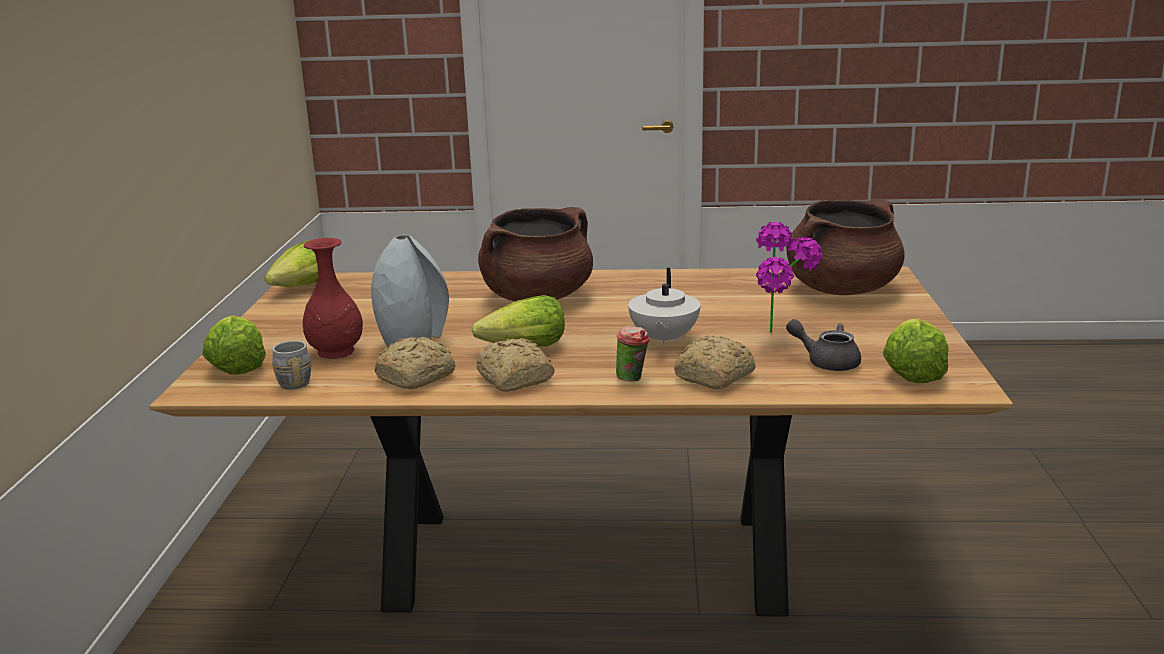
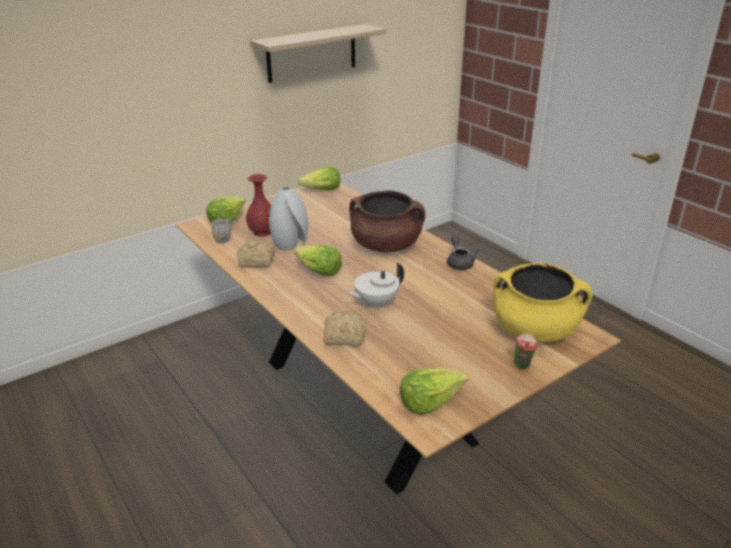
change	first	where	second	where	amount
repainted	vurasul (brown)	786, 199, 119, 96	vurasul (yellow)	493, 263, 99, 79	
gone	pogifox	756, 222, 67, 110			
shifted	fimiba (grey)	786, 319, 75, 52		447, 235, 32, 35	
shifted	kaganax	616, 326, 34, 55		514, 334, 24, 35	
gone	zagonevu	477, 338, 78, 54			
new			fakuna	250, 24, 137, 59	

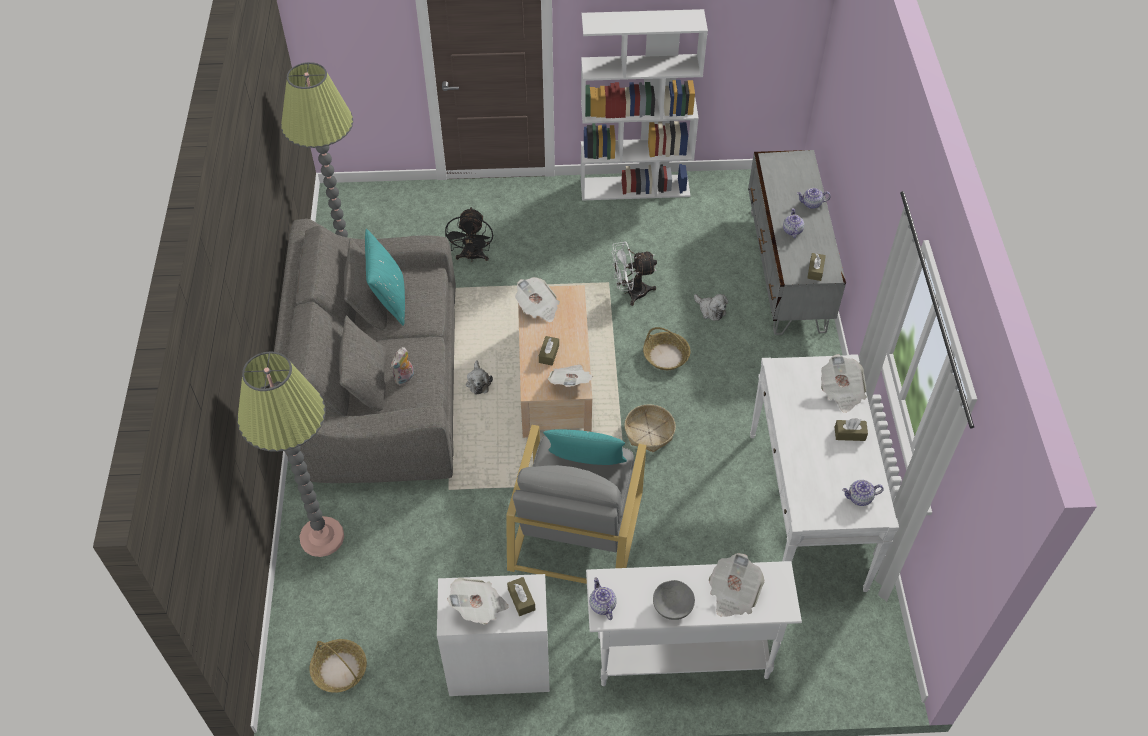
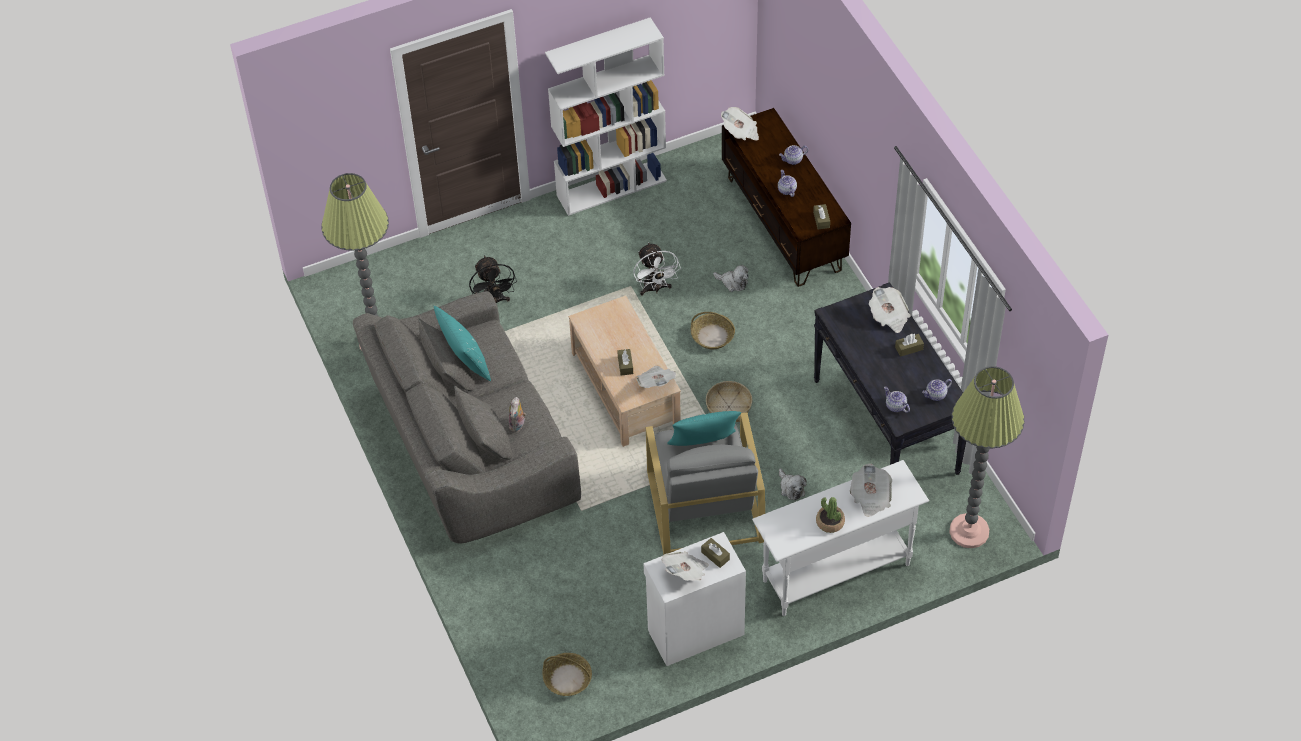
change	first	where	second	where	amount
repainted	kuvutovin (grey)	748, 150, 98, 185	kuvutovin (brown)	722, 108, 129, 179	
rotated	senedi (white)	612, 242, 45, 64		633, 242, 48, 53	75 degrees counterclockwise
shifted	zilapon	515, 277, 45, 45		721, 107, 38, 33	
shifted	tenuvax	237, 351, 107, 206		949, 366, 75, 182	
repainted	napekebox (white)	750, 354, 149, 238	napekebox (black)	814, 282, 152, 193	
shifted	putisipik	466, 360, 27, 35		779, 468, 28, 32	
shifted	fimiba	589, 577, 28, 43		884, 387, 26, 26	
swapped	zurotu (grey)	653, 580, 42, 40	pogifox	816, 497, 29, 36	

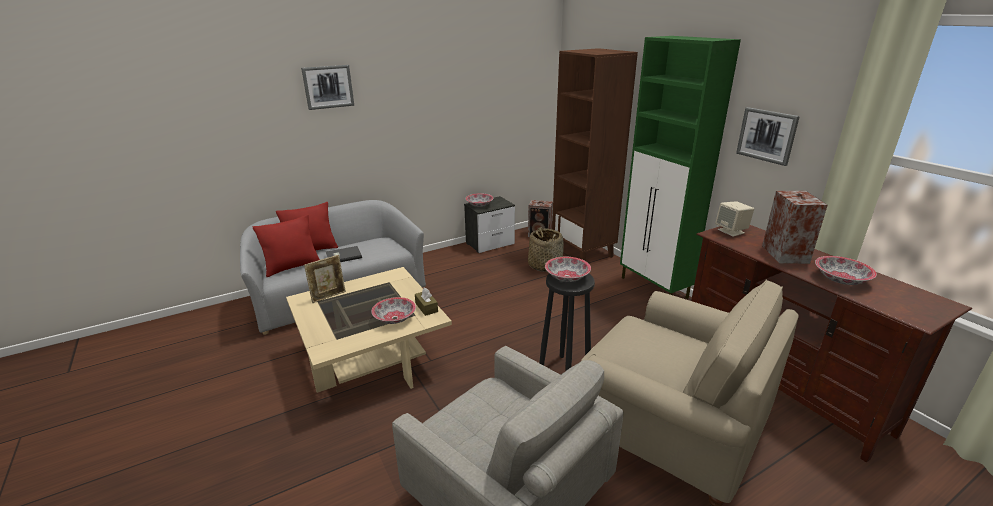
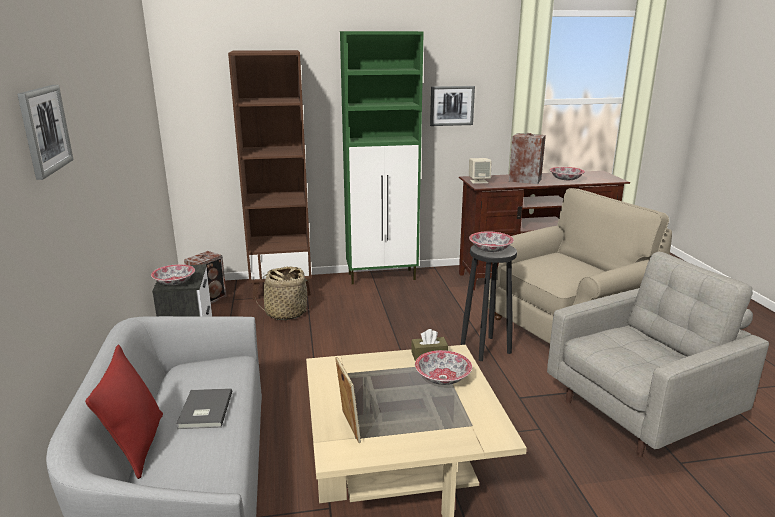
change	first	where	second	where	amount
gone	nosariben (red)	252, 214, 68, 63			

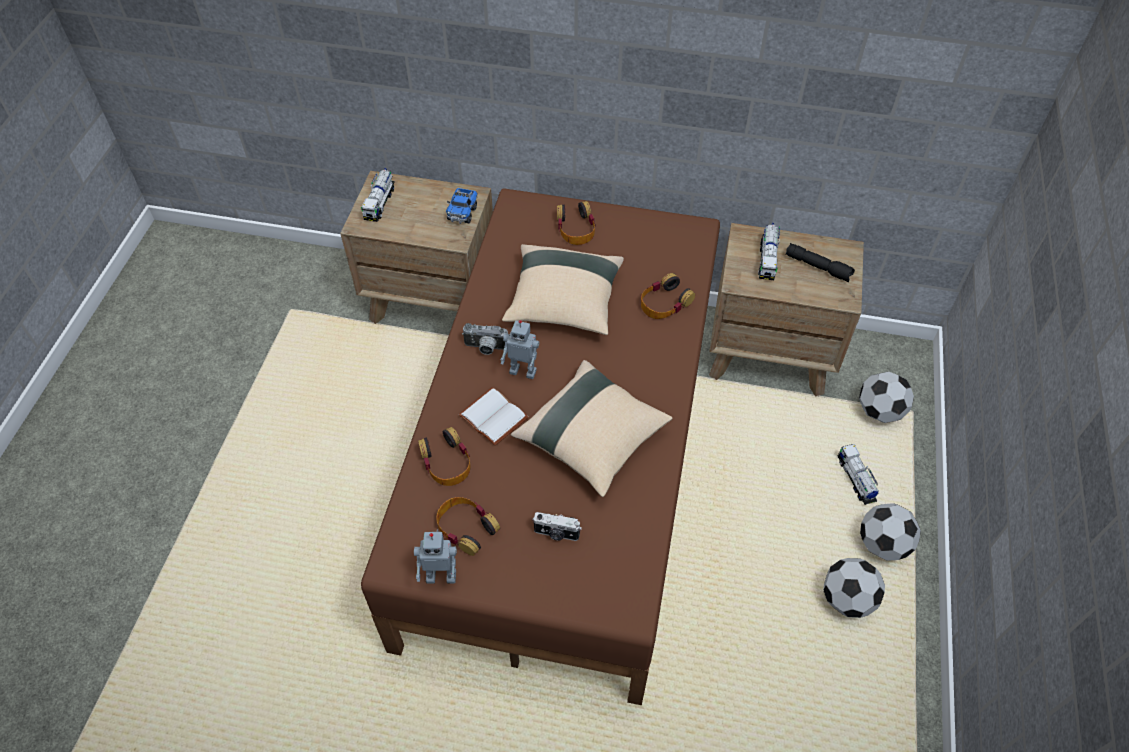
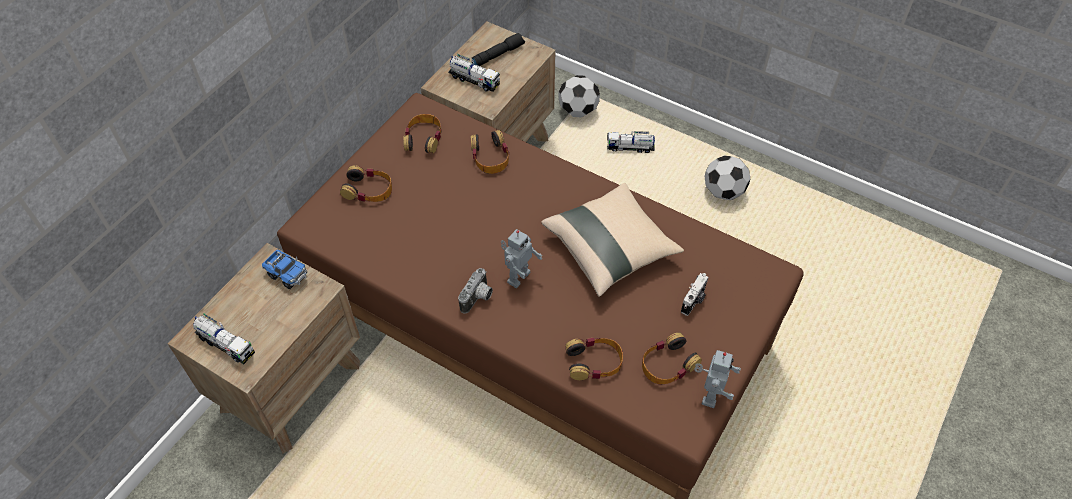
change	first	where	second	where	amount
gone	nosariben (beige)	502, 244, 122, 91			
gone	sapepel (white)	458, 387, 71, 59			
gone	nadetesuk	860, 503, 61, 58			
new			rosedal	403, 114, 39, 39	

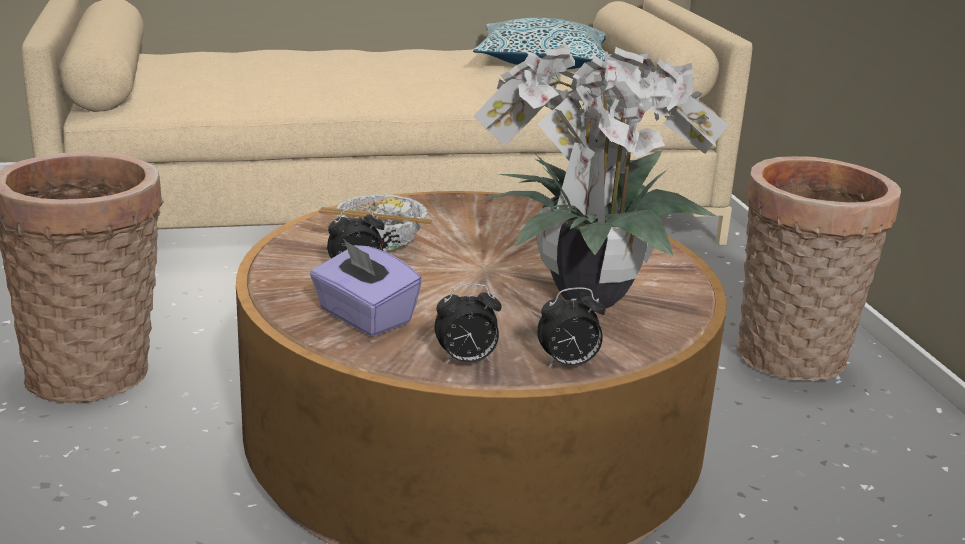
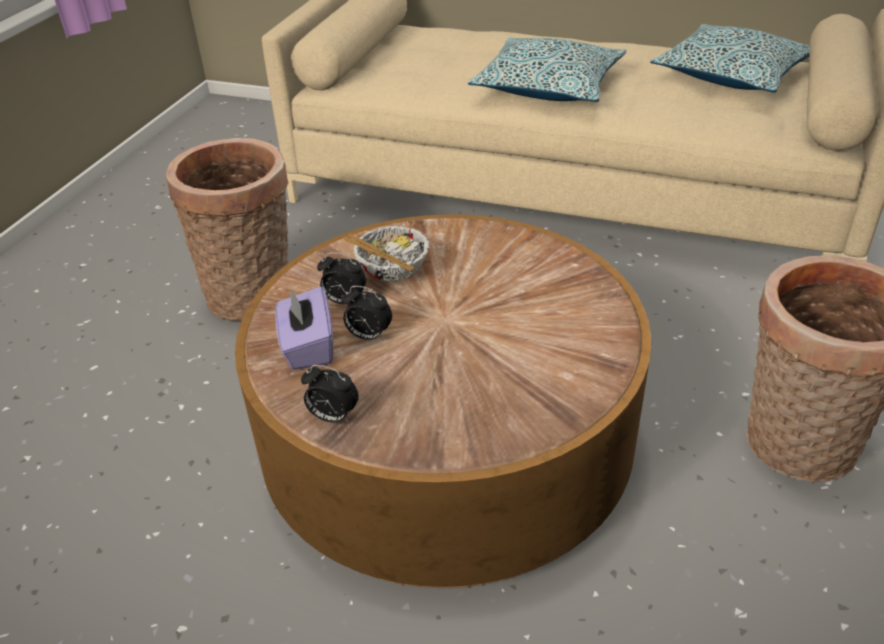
change	first	where	second	where	amount
gone	pogifox	473, 40, 256, 269			
shifted	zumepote	537, 287, 68, 81		341, 286, 51, 54	
new			nosariben	468, 37, 159, 65	

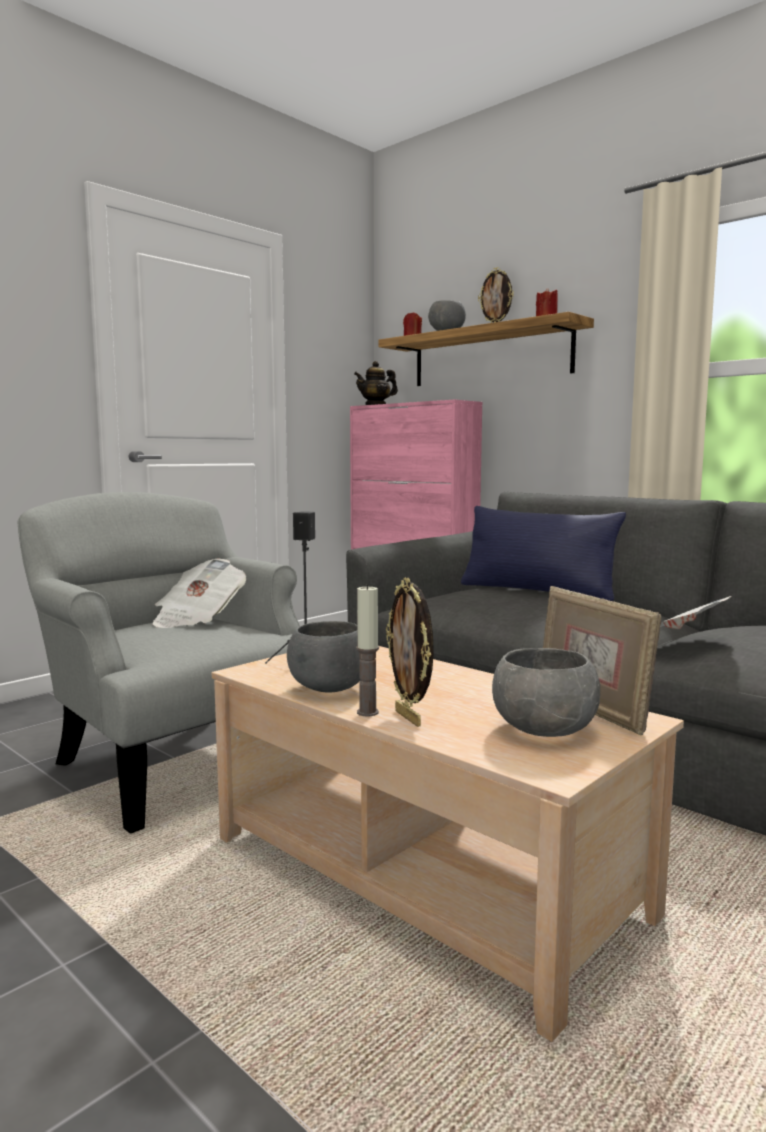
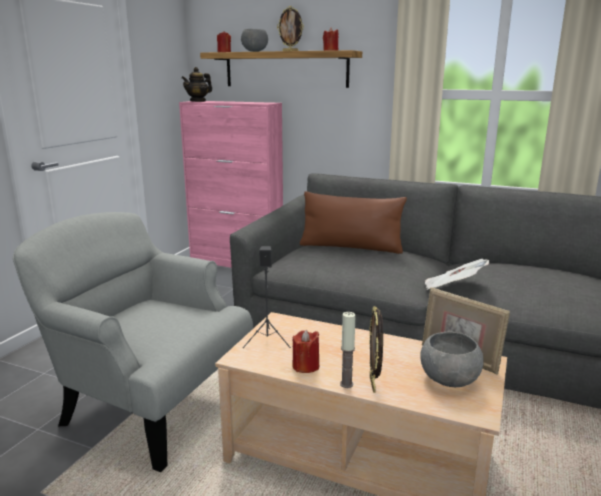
change	first	where	second	where	amount
repainted	nosariben (blue)	461, 506, 165, 95	nosariben (brown)	300, 191, 107, 63	
gone	zilapon	152, 559, 94, 69			
rotated	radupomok	386, 578, 48, 149		369, 306, 14, 87	45 degrees clockwise
swapped	zurotu (grey)	287, 621, 73, 71	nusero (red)	293, 330, 27, 43	

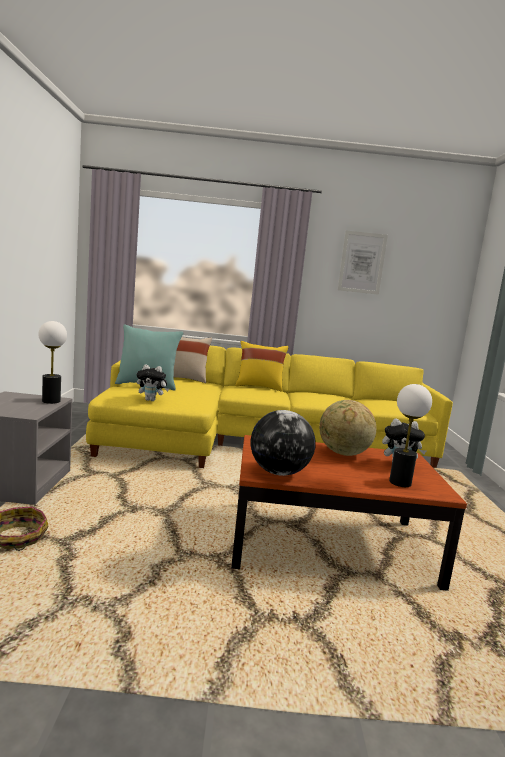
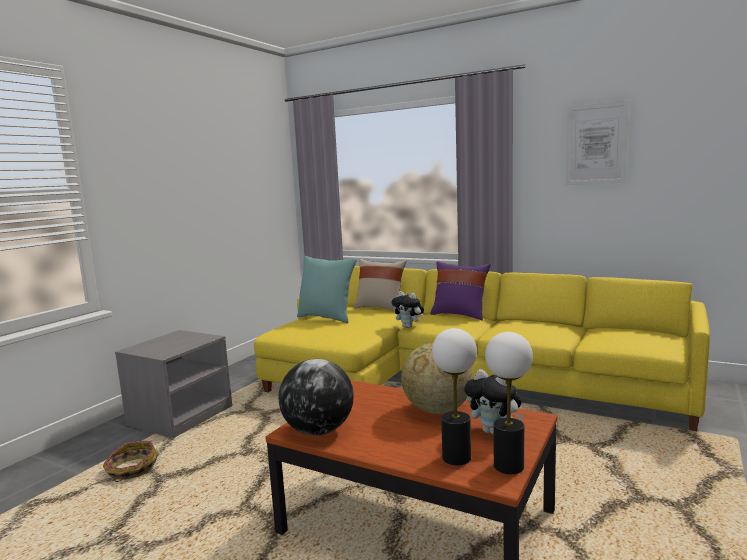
change	first	where	second	where	amount
shifted	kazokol	38, 321, 29, 83		485, 332, 48, 142	
repainted	nosariben (yellow)	235, 341, 53, 51	nosariben (purple)	430, 261, 60, 59	
shifted	putisipik	137, 364, 32, 37		391, 291, 33, 37	

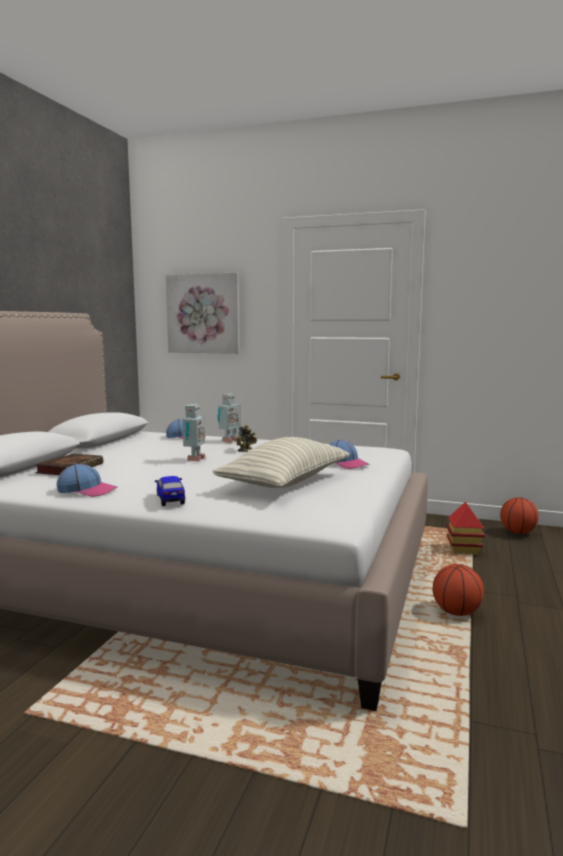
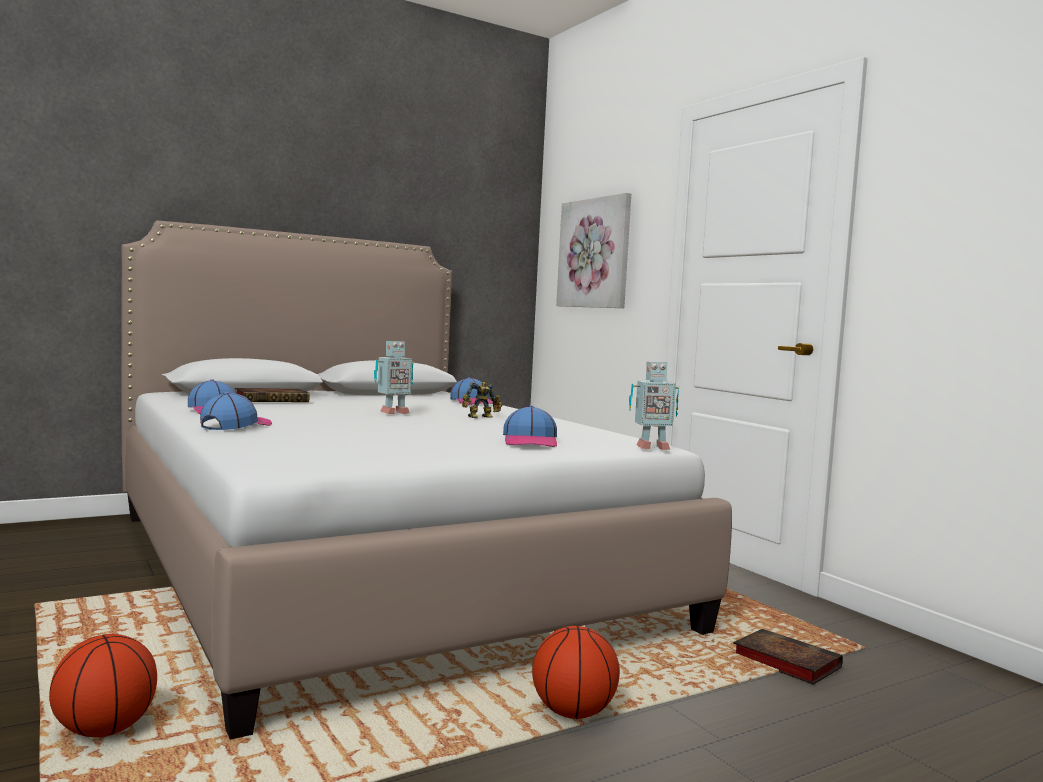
change	first	where	second	where	amount
shifted	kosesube	217, 394, 24, 49		629, 362, 50, 88	
gone	nosariben	212, 437, 138, 51			
swapped	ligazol	155, 476, 30, 30	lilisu	200, 392, 72, 38	
shifted	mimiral	500, 497, 39, 37		49, 634, 108, 103	
swapped	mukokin	446, 502, 39, 53	sapepel	733, 629, 110, 56	

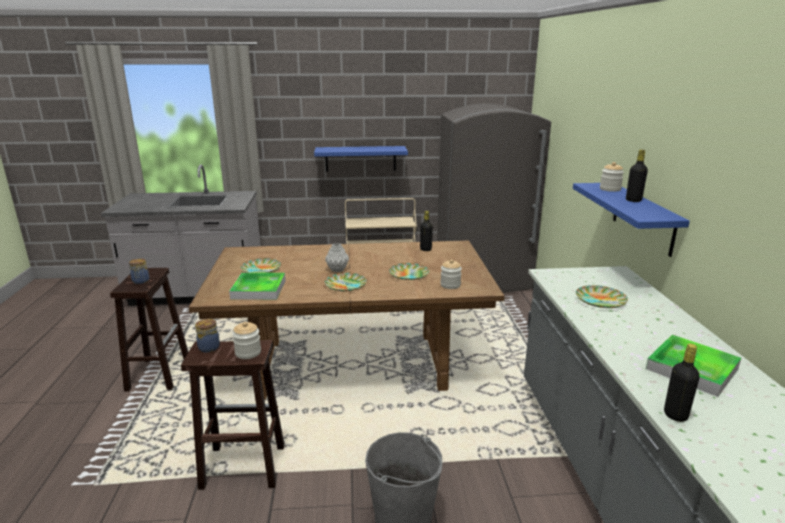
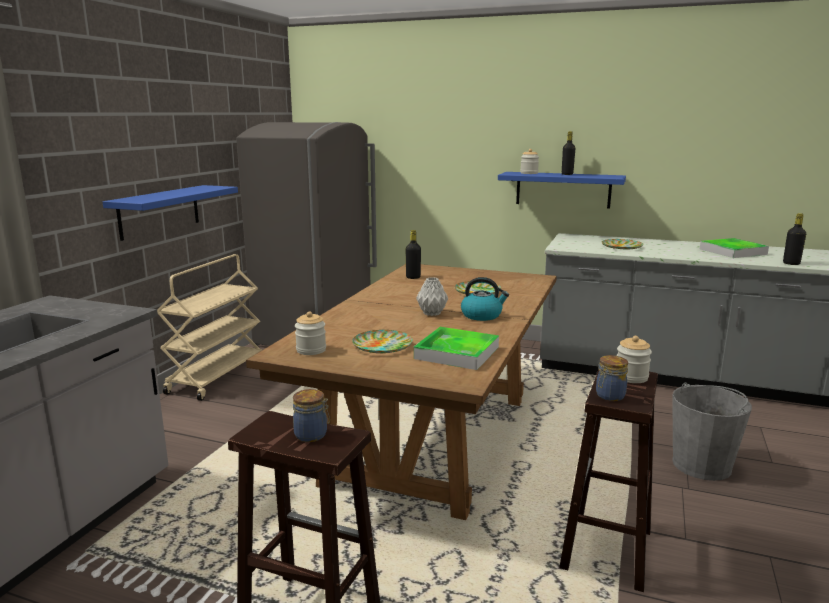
change	first	where	second	where	amount
shifted	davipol	440, 259, 22, 30		295, 311, 31, 44	
swapped	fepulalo	324, 273, 43, 18	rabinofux	461, 277, 48, 44	

